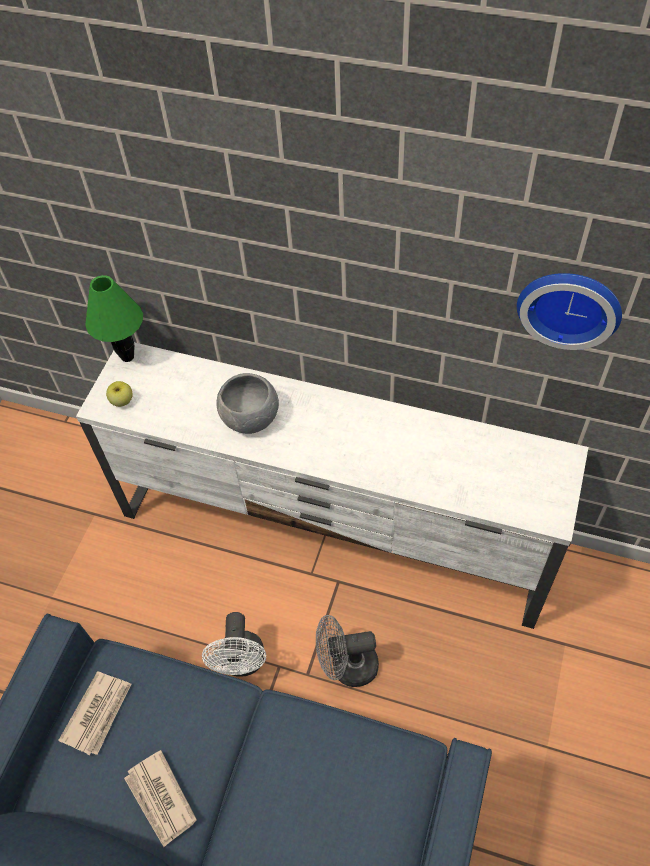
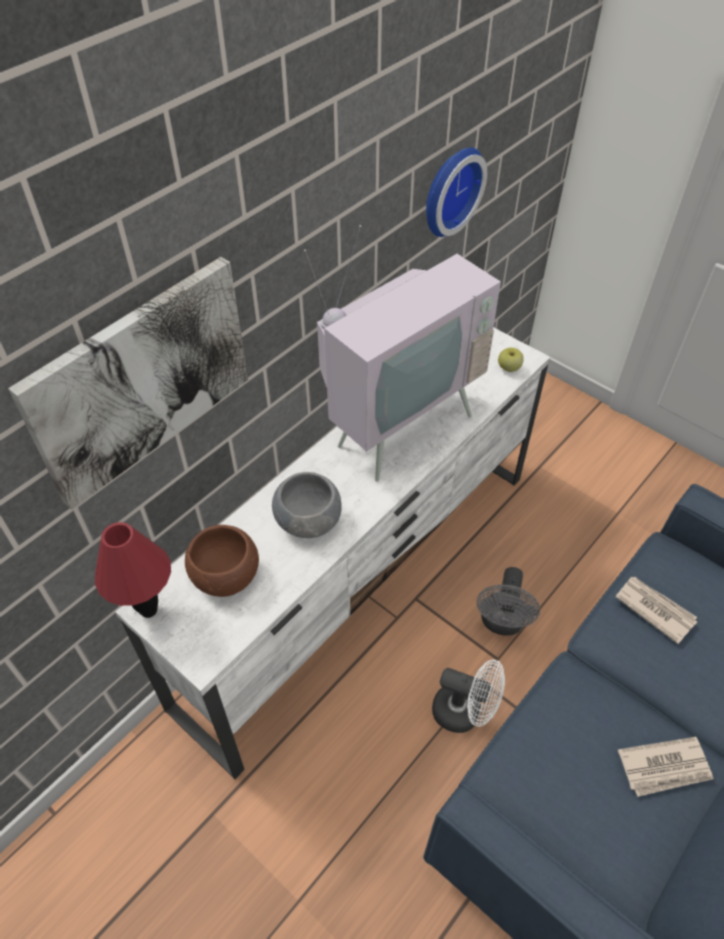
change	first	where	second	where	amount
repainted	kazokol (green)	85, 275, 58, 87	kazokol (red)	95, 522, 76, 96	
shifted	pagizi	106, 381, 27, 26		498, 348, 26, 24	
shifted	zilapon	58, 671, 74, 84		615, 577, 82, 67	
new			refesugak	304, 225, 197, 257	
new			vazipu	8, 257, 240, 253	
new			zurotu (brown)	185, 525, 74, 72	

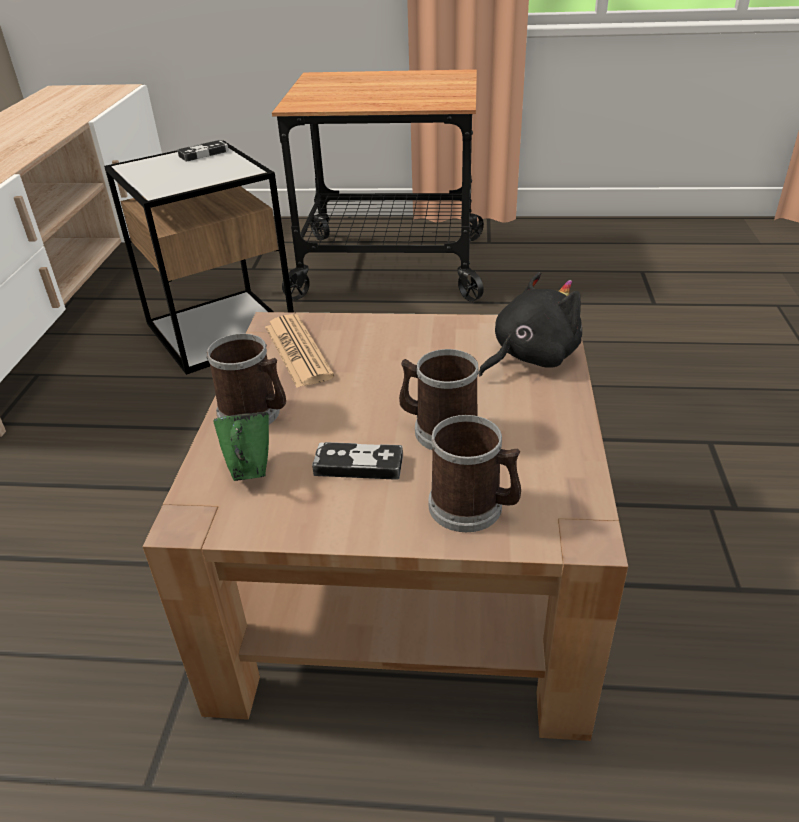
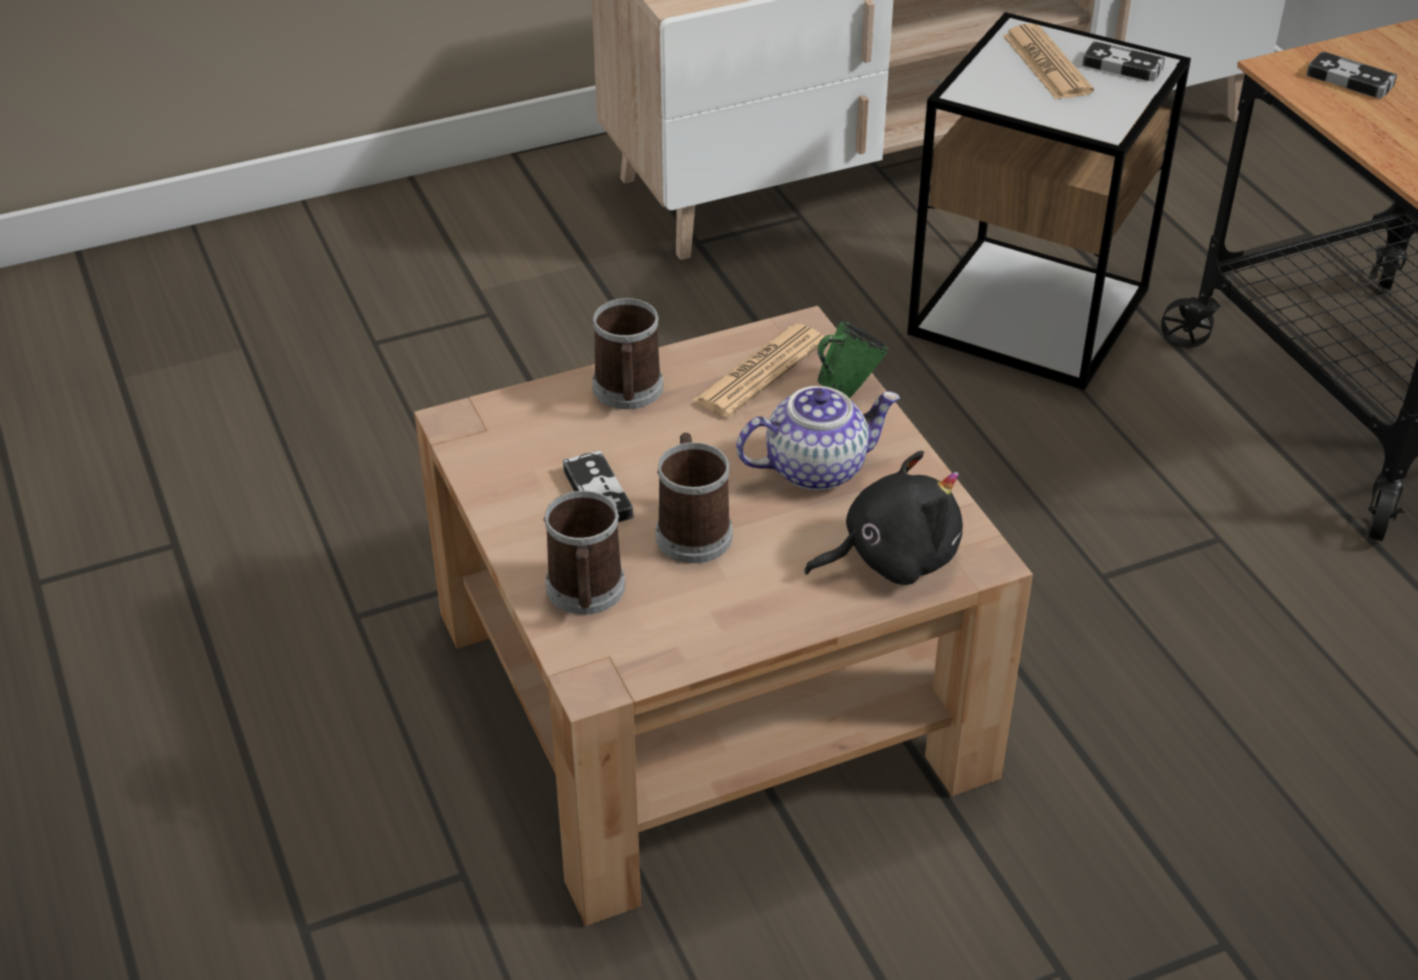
change	first	where	second	where	amount
rotated	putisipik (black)	479, 272, 103, 104		804, 451, 159, 134	45 degrees counterclockwise
shifted	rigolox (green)	214, 412, 55, 69		817, 321, 72, 77	
new			zilapon	1002, 24, 92, 75	
new			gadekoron	1306, 51, 91, 48	
new			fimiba	736, 386, 164, 105	

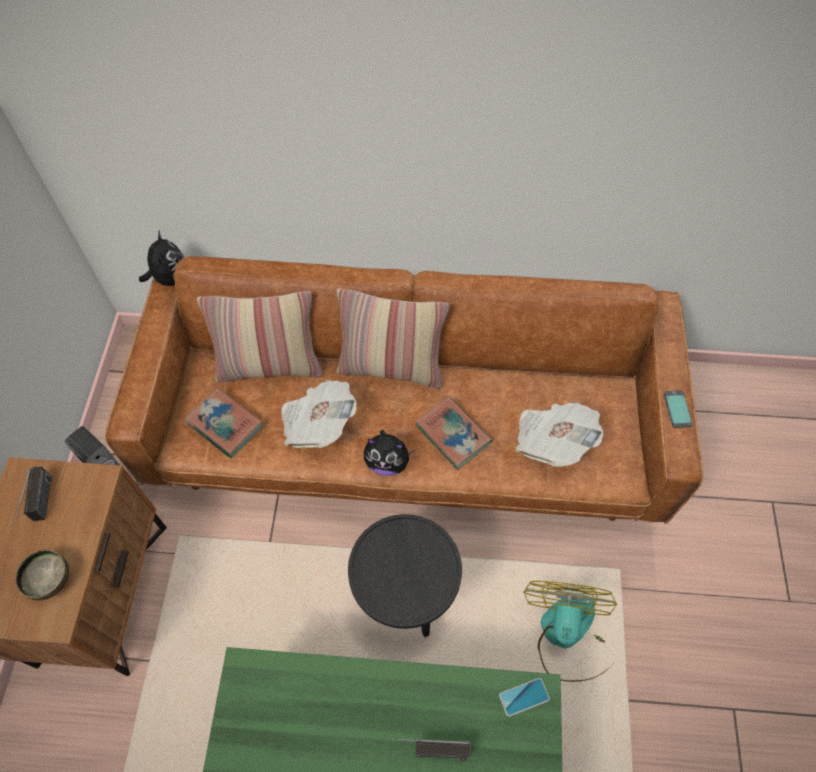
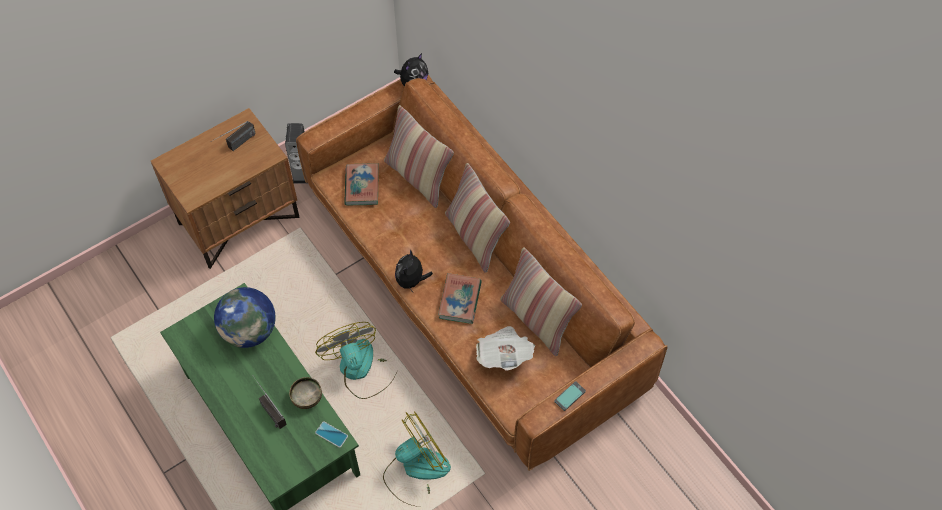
change	first	where	second	where	amount
gone	zilapon	281, 380, 75, 68			
rotated	putisipik	364, 430, 51, 46		395, 249, 38, 43	45 degrees clockwise
swapped	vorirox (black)	348, 514, 114, 123	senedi	315, 322, 83, 77	
shifted	zurotu	15, 550, 54, 50		289, 377, 33, 32	
new			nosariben	500, 247, 82, 109	
new			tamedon	214, 287, 62, 61	

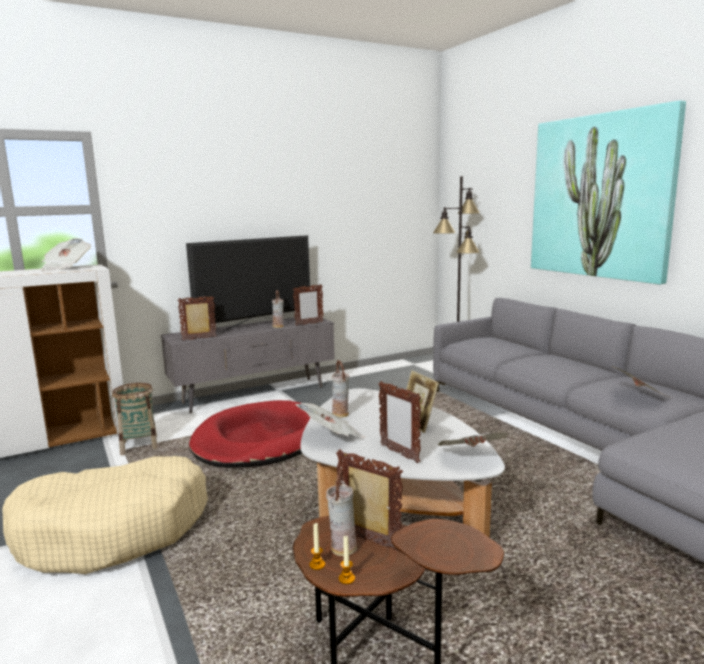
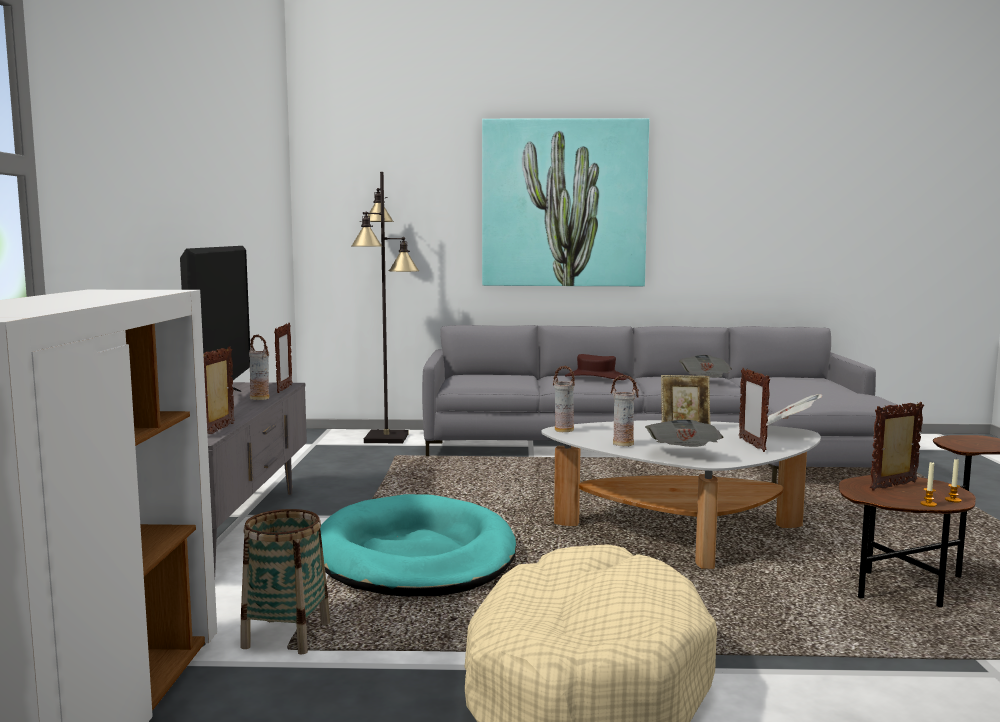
change	first	where	second	where	amount
gone	zilapon	41, 238, 50, 33			
rotated	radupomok	378, 381, 43, 82		739, 368, 31, 84	90 degrees clockwise
repainted	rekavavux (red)	189, 400, 121, 68	rekavavux (turquoise)	320, 494, 196, 102	
shifted	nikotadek	326, 468, 31, 88		553, 366, 22, 67	
new			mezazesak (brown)	565, 354, 62, 26	

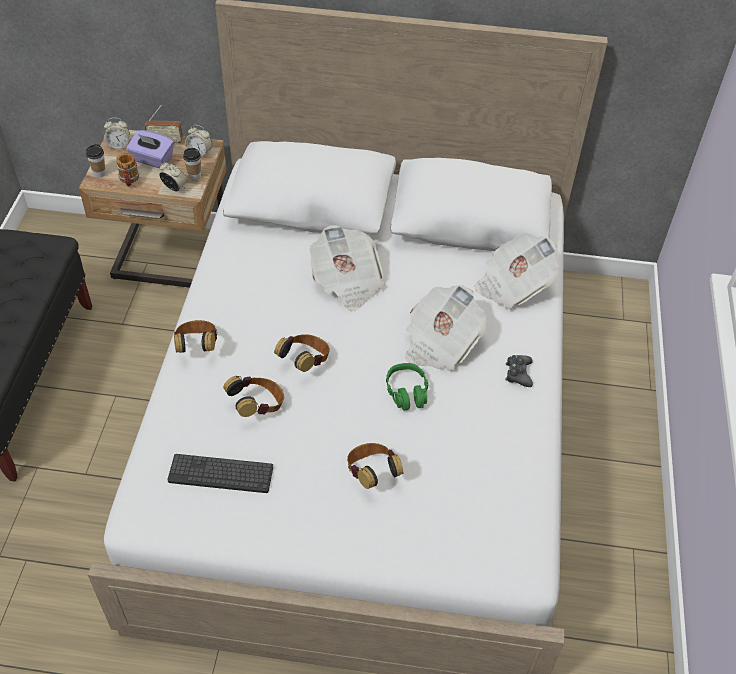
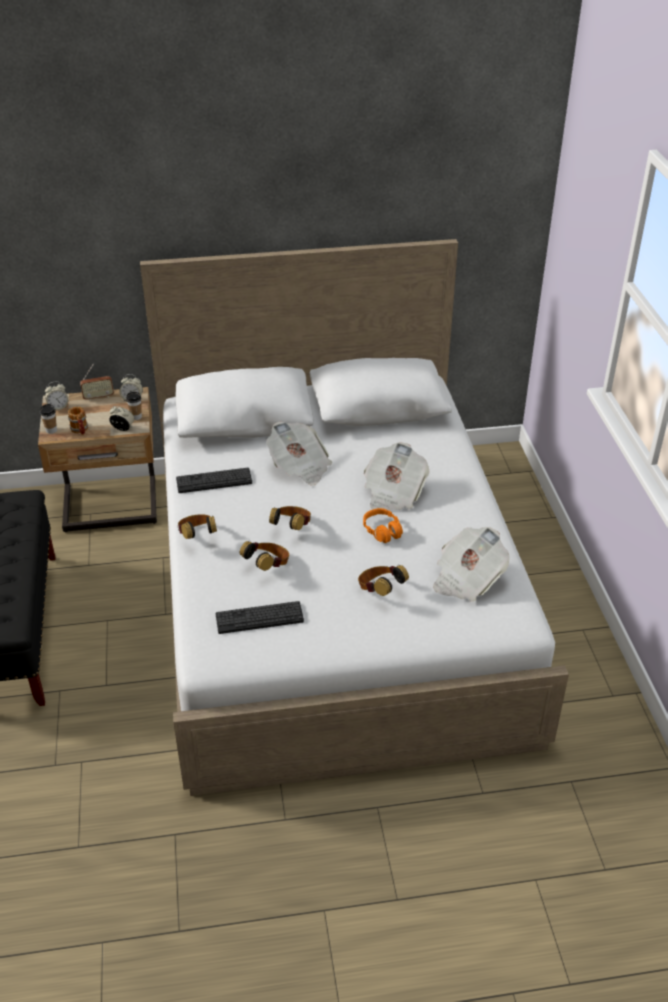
change	first	where	second	where	amount
gone	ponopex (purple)	126, 130, 48, 38			
shifted	zilapon	474, 233, 85, 77		433, 527, 77, 75	
gone	gadekoron (black)	505, 355, 28, 32			
repainted	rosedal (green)	386, 363, 42, 48	rosedal (orange)	363, 508, 40, 35	
new			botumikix	176, 468, 76, 25	

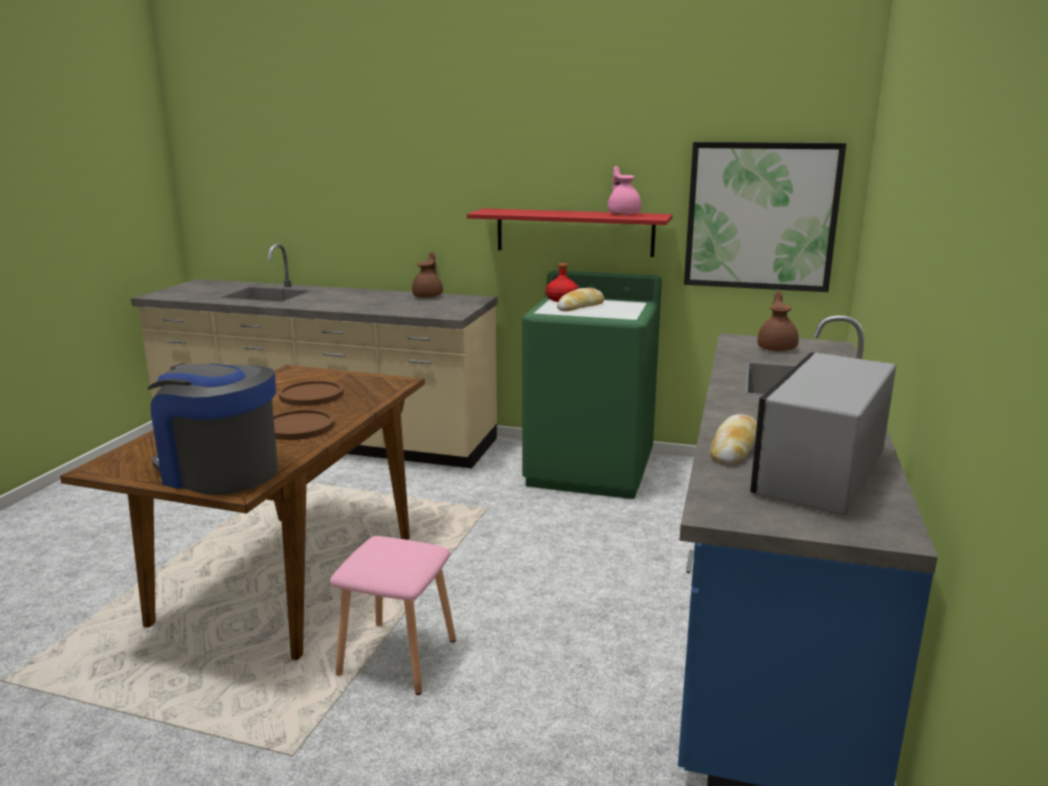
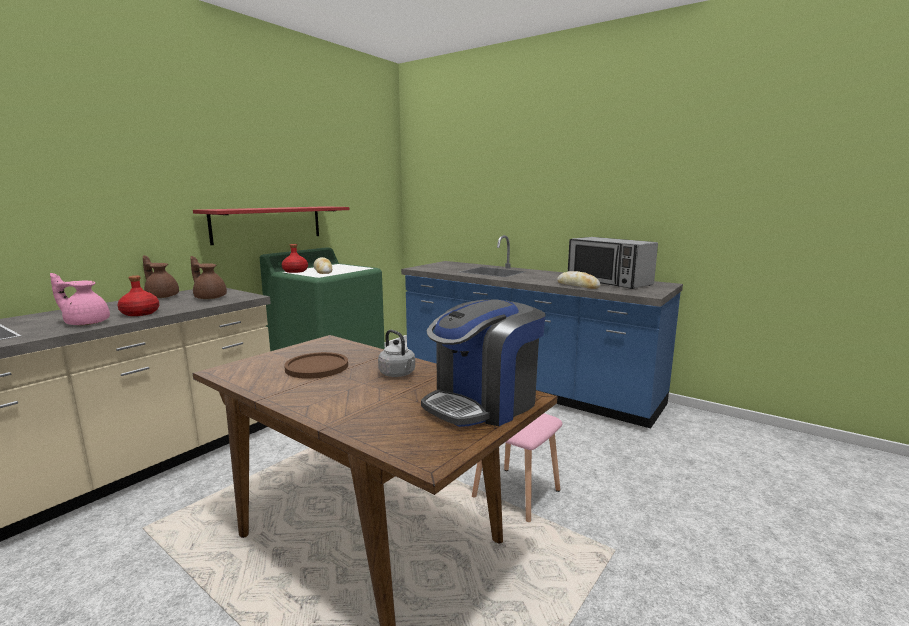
change	first	where	second	where	amount
gone	vazipu	684, 142, 162, 150			
shifted	fimiba (pink)	608, 166, 33, 49		50, 273, 60, 52	
shifted	fimiba (brown)	757, 290, 42, 61		190, 256, 37, 43	
swapped	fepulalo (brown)	273, 409, 61, 31	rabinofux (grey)	378, 330, 37, 47	
new			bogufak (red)	118, 276, 41, 40	

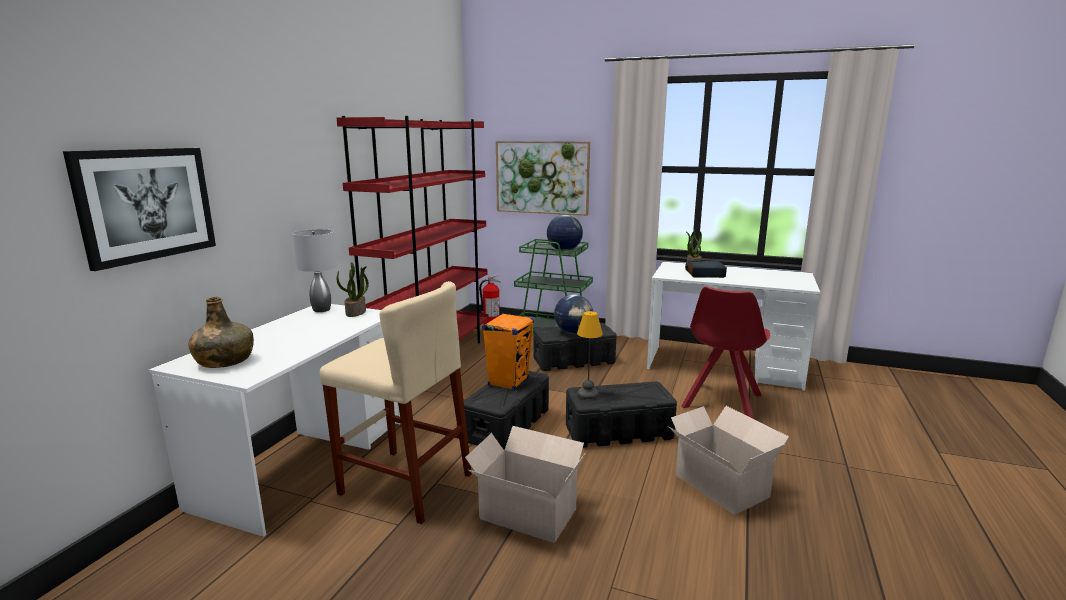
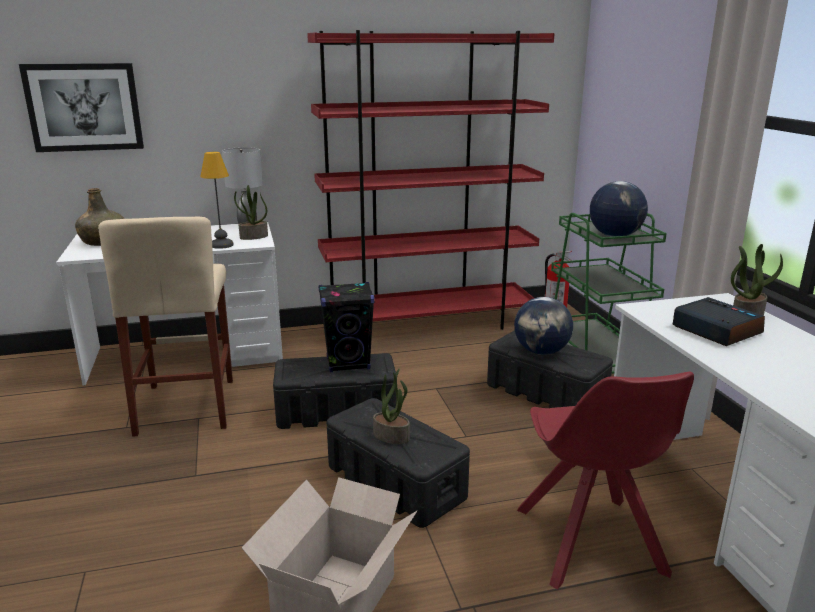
change	first	where	second	where	amount
gone	vazipu	496, 141, 94, 75			
rotated	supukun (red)	681, 286, 89, 133		517, 372, 177, 218	90 degrees counterclockwise
shifted	kazokol	577, 311, 26, 88		200, 152, 34, 97	
repainted	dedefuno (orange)	482, 313, 52, 77	dedefuno (black)	318, 282, 57, 90	
gone	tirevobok	465, 426, 120, 117			
new			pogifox	373, 369, 37, 75	

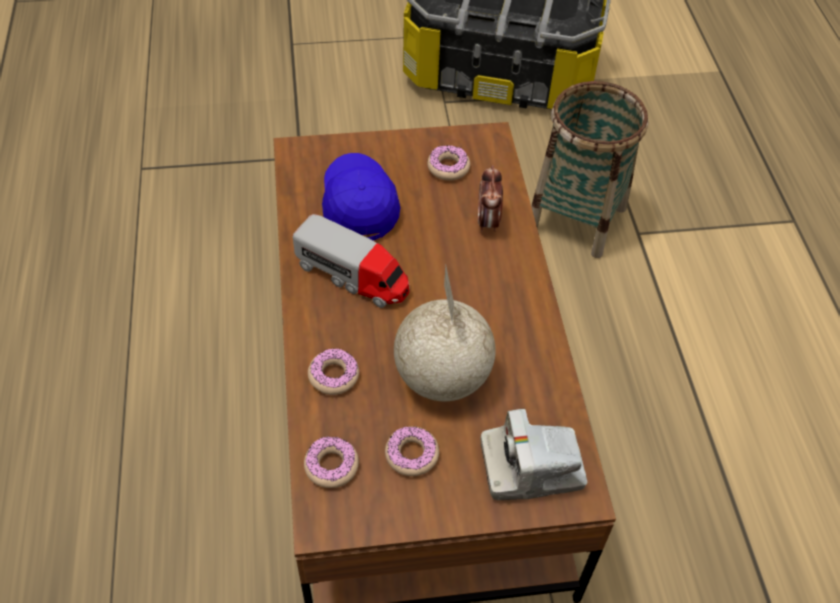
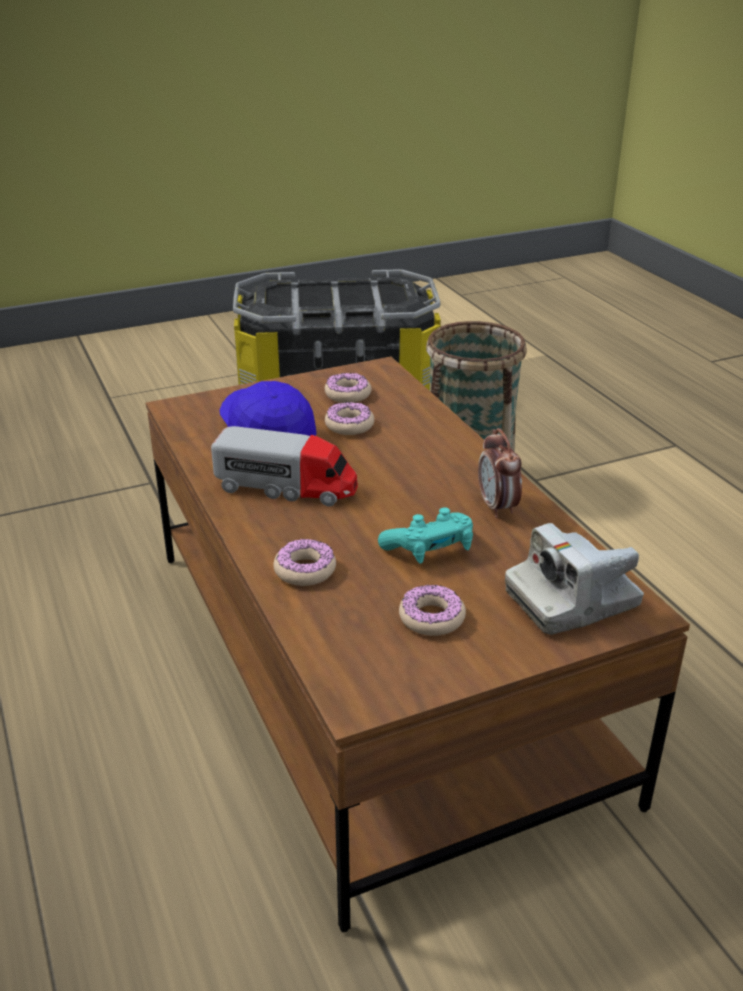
change	first	where	second	where	amount
shifted	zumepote	478, 165, 25, 67		478, 428, 44, 90	
swapped	tamedon	394, 266, 102, 135	gadekoron (turquoise)	378, 507, 95, 57	
shifted	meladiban	304, 436, 55, 52		325, 402, 49, 33	

